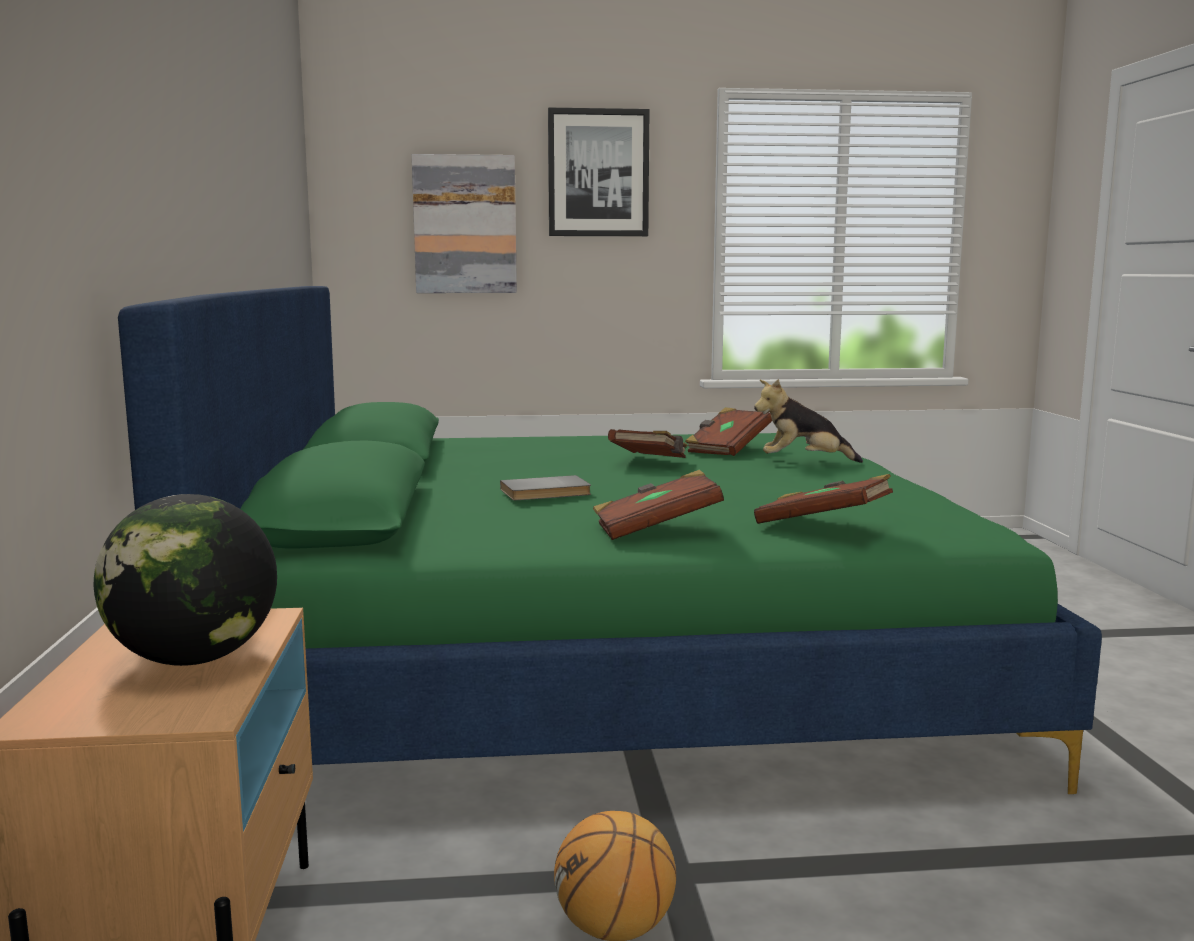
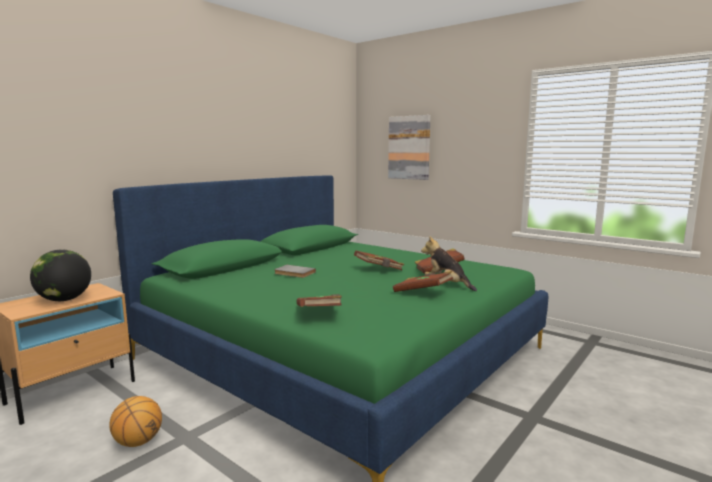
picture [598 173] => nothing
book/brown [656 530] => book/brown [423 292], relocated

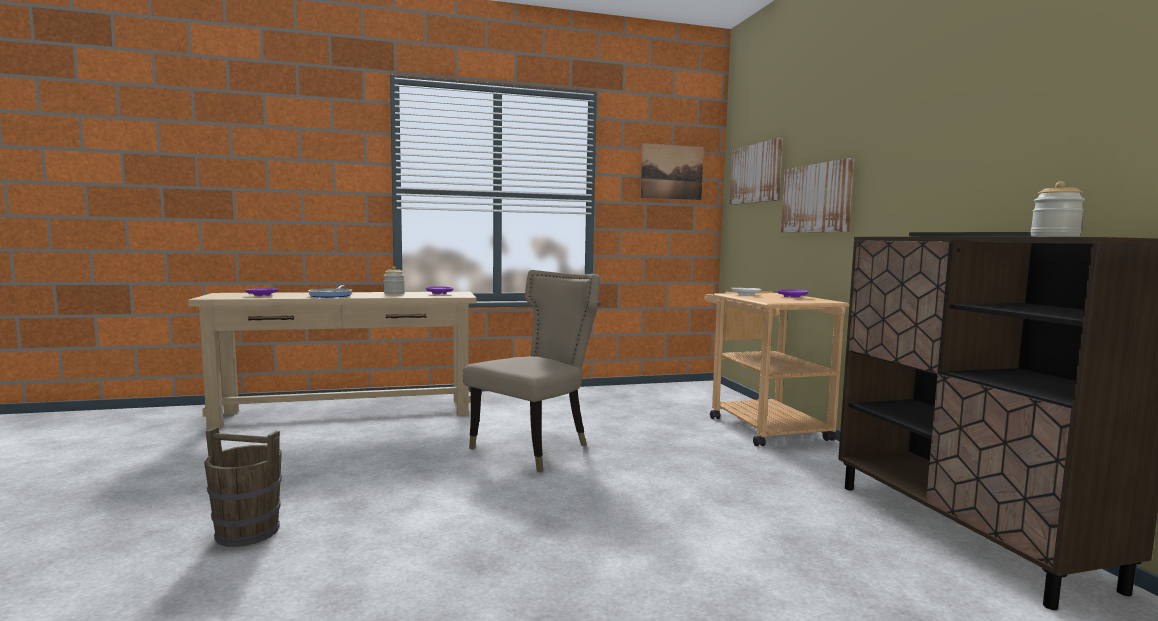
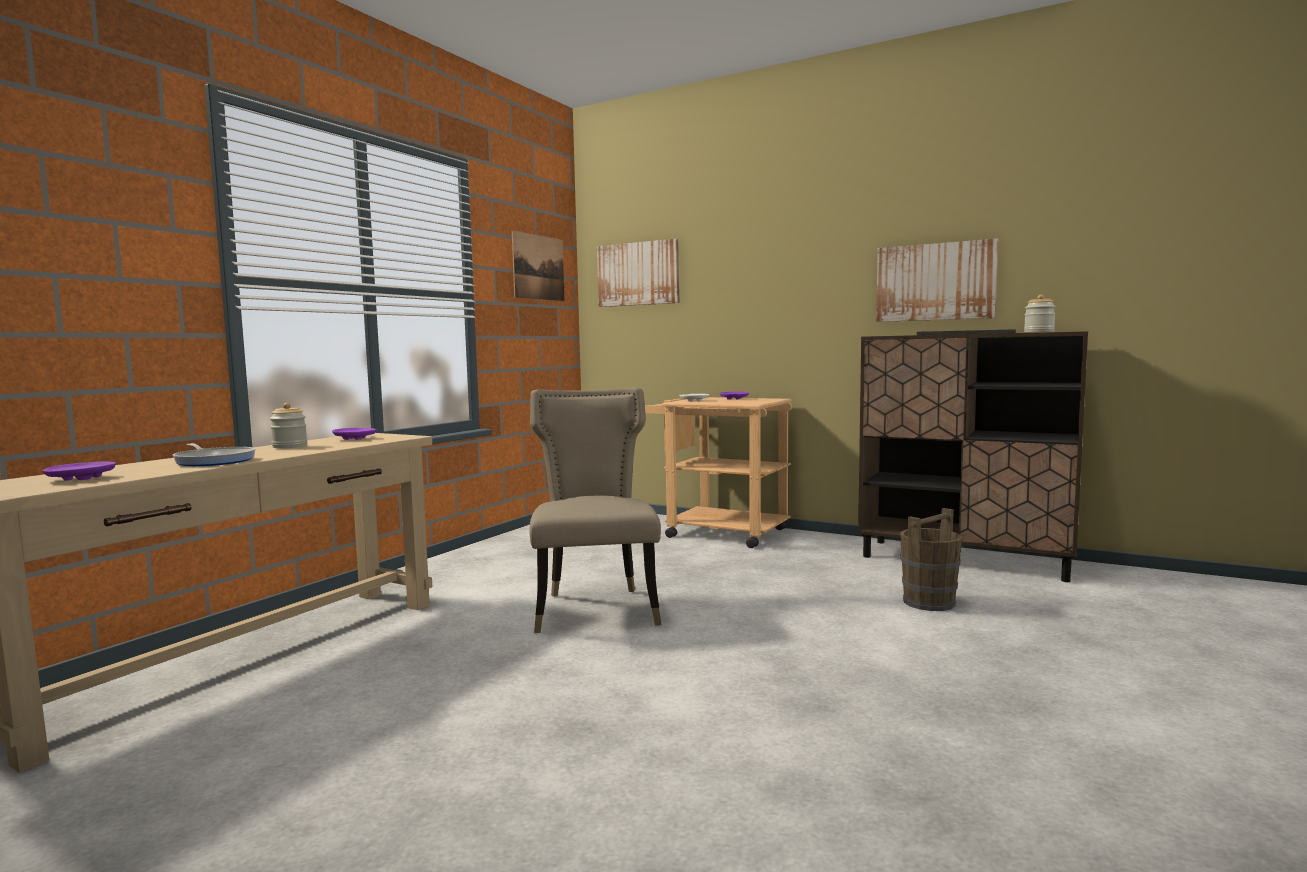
bucket/brown [247 532] => bucket/brown [928 602], relocated
picture [817 198] => picture [935 282], relocated

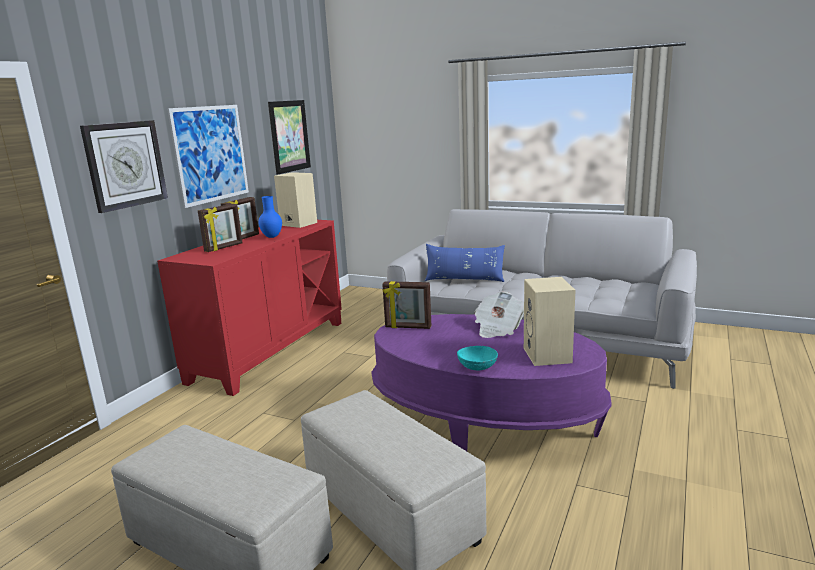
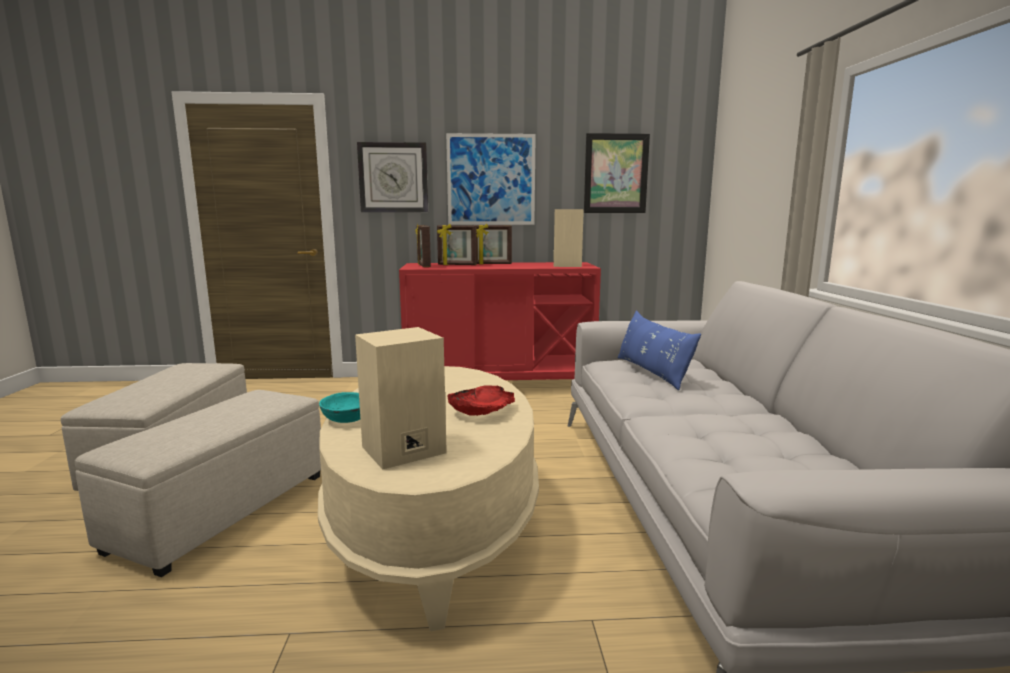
vase/blue [272 237] => nothing
picture frame [408 327] => picture frame [423 266], relocated
newspaper [498 328] => bowl/red [482 411]
coffee table/purple [484 419] => coffee table/beige [434 521]

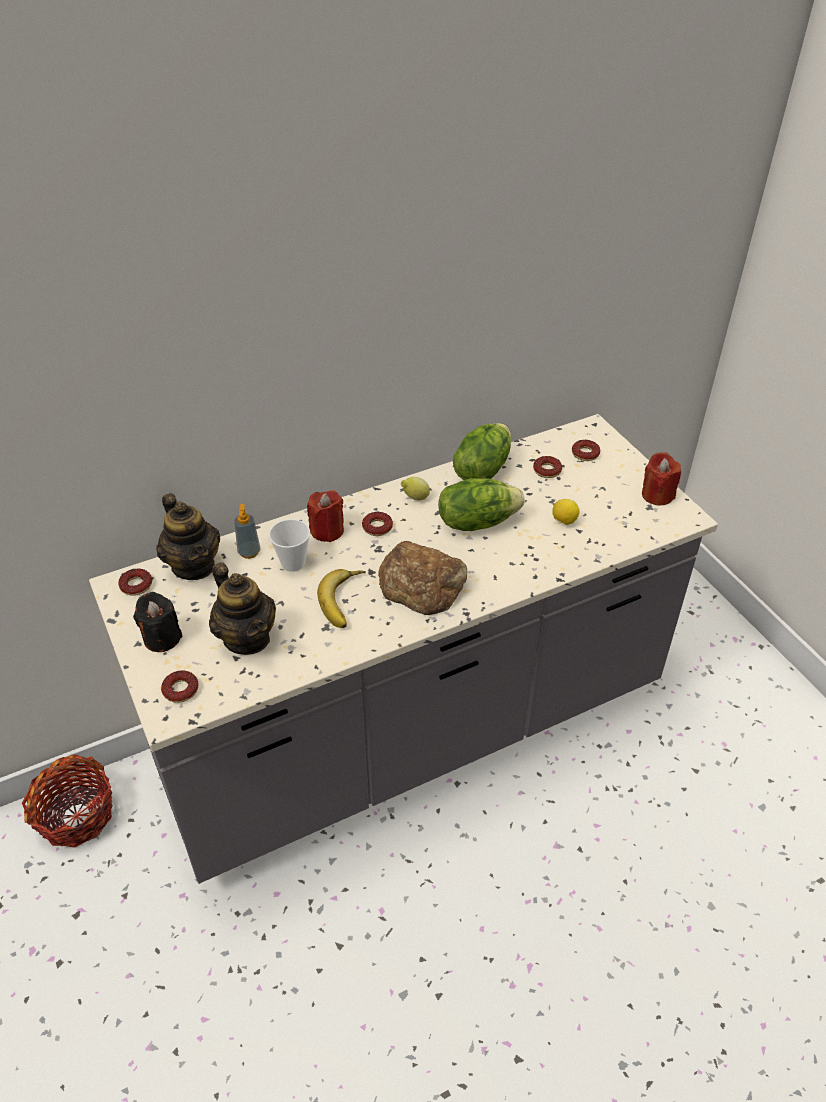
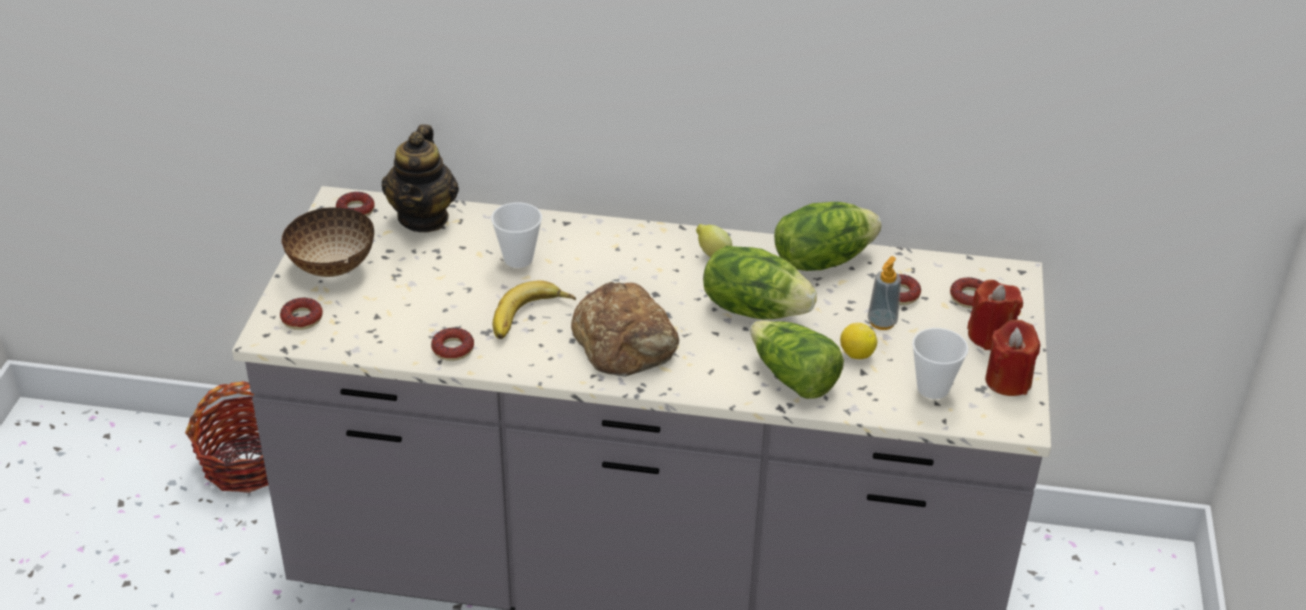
teapot [247 638] => nothing
nothing => lettuce [793 378]
nothing => cup [933 388]
soap dispenser [249 552] => soap dispenser [882 322], relocated
candle/red [327 531] => candle/red [990 336], relocated
donut [377 527] => donut [453 349], relocated
candle/black [162 638] => bowl [331 267]

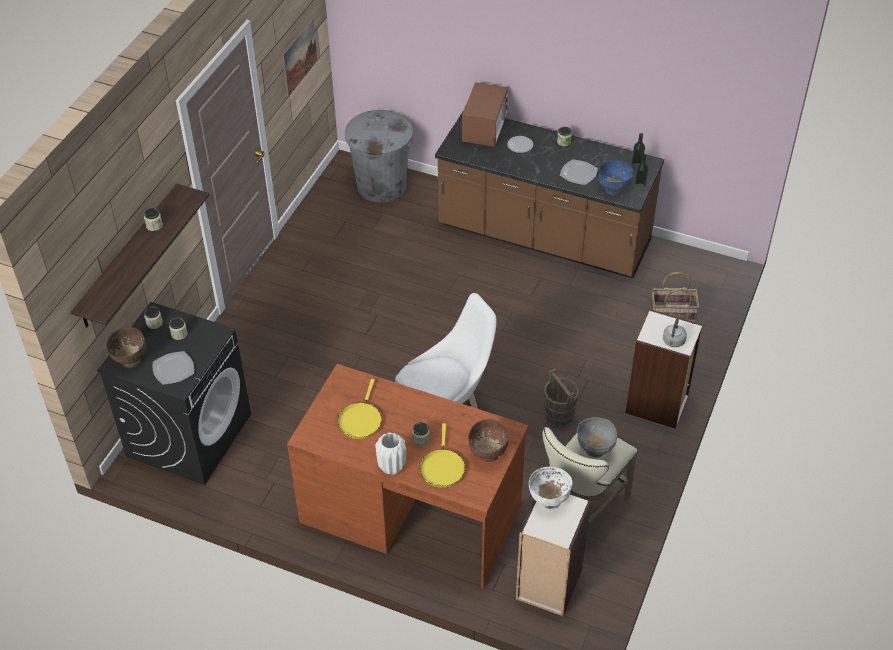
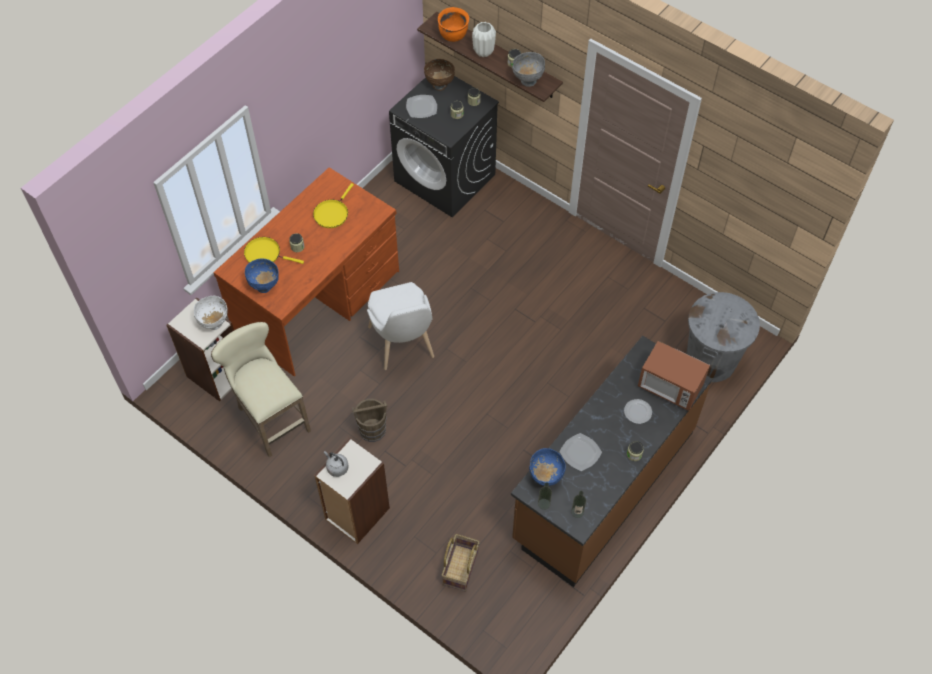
picture [299 57] => nothing
nothing => cooking pot/orange [453 35]
vase/white [391 467] => vase/white [484 52], relocated
bowl/grey [595 450] => bowl/grey [528 80], relocated
bowl/brown [488 454] => bowl/blue [265 286]
frying pan/yellow [360 420] => frying pan/yellow [332 213], 90 degrees counterclockwise

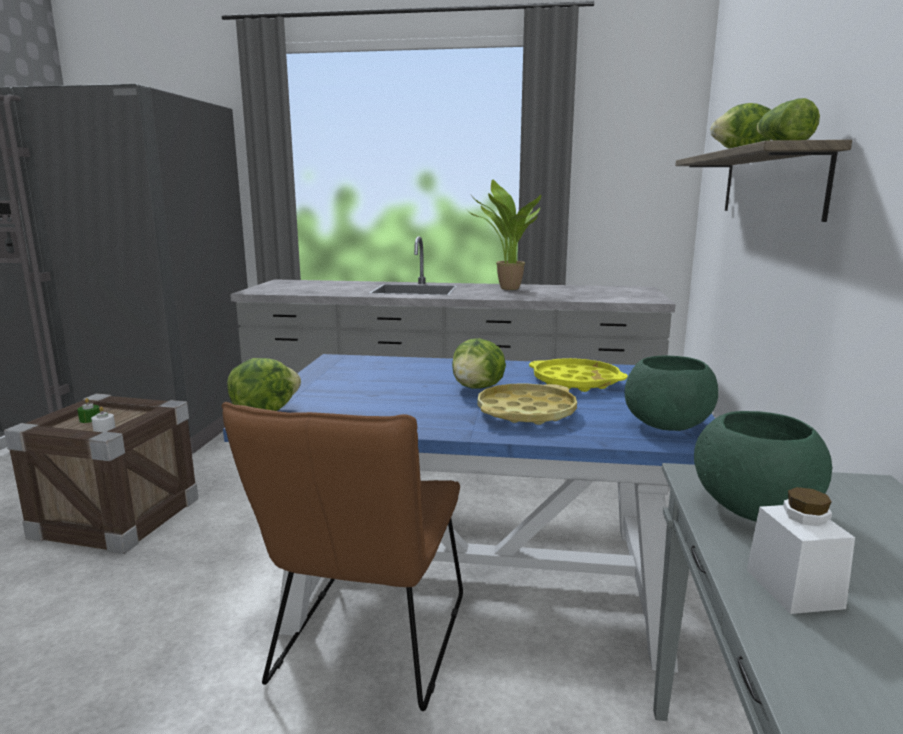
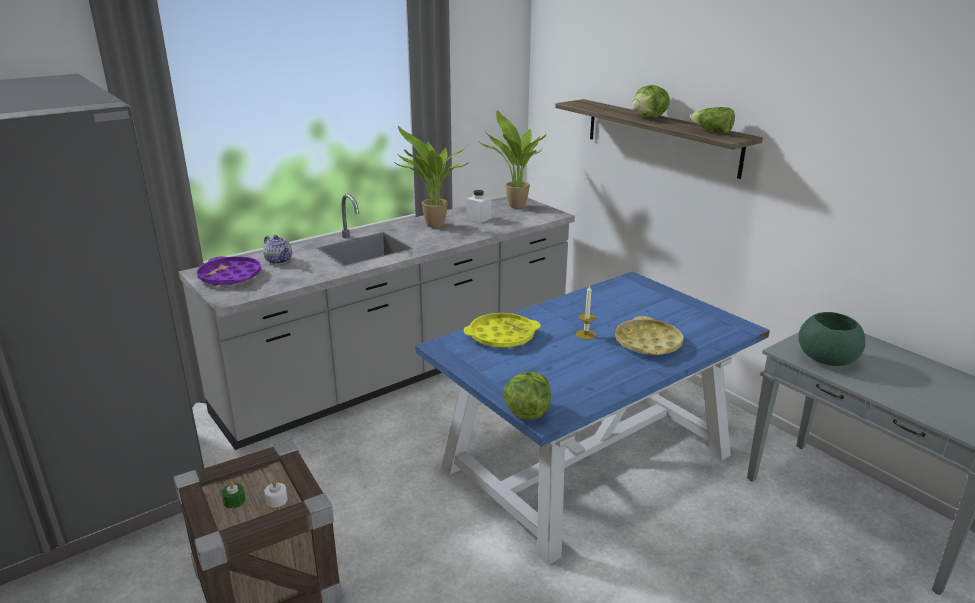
chair/brown [366 647] => nothing
bowl/green [666 425] => nothing
nothing => tray/purple [230 276]
nothing => teapot [279 260]
nothing => potted plant [514 206]
tray/yellow [576 381] => tray/yellow [502 336], relocated
jar/white [793 588] => jar/white [478 218], relocated
lettuce [478 388] => candle [586 334]

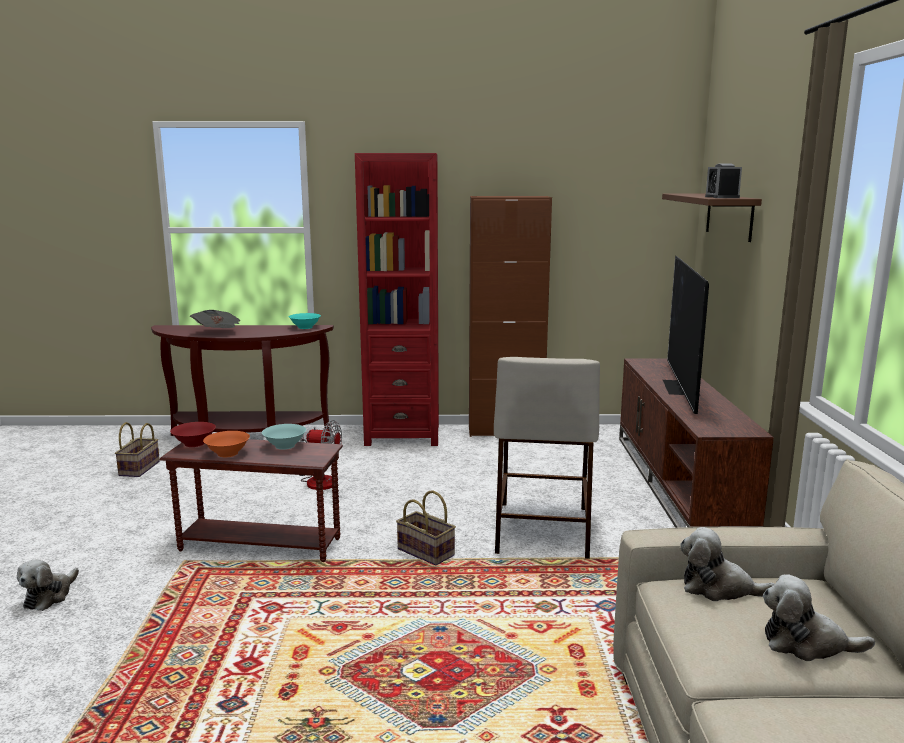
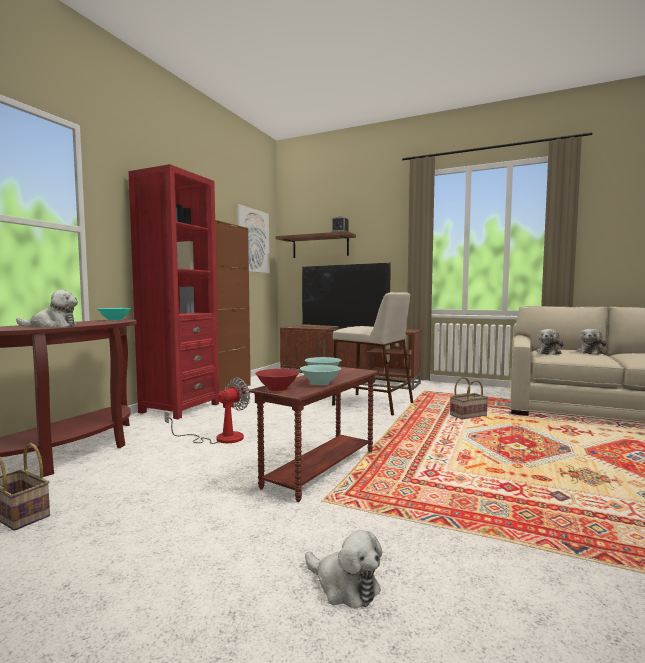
nothing => picture [253 240]
basket [427 552] => basket [468 415], relocated
newspaper [218 333] => plush toy [52 326]
bowl/orange [227 454] => bowl/turquoise [321 383]

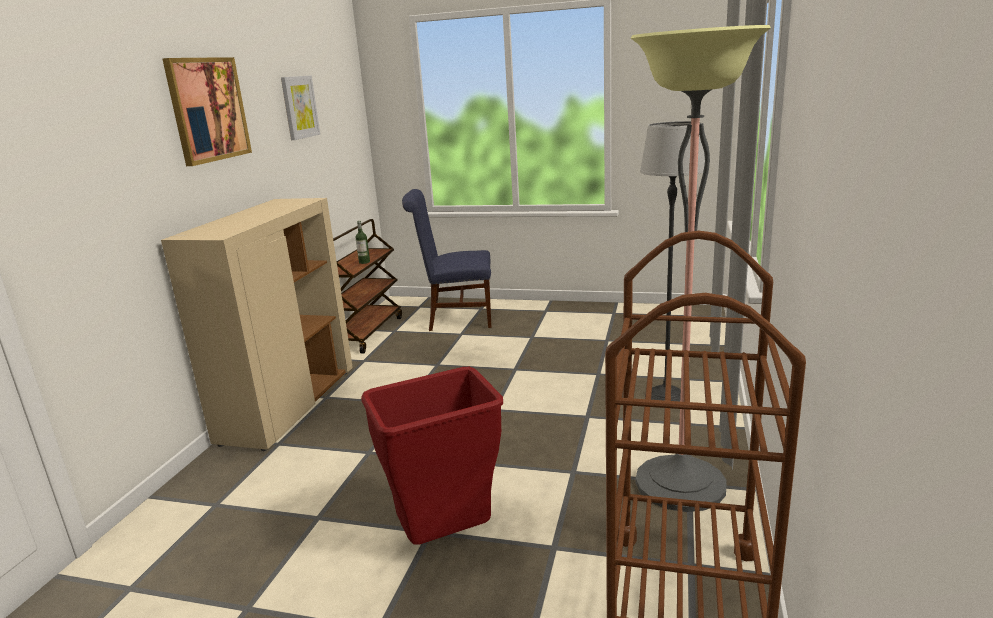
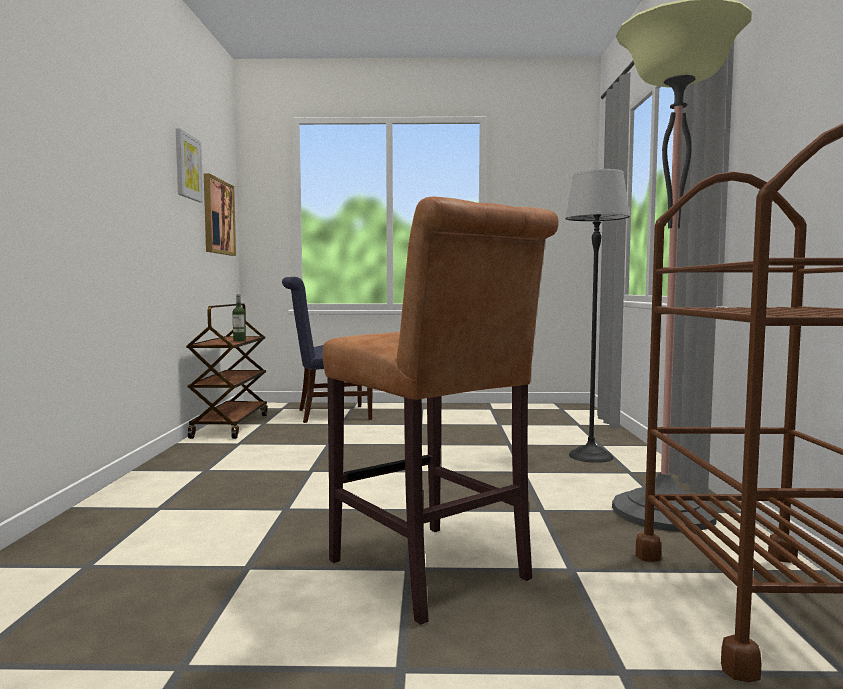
cabinet/beige [289 405] => nothing
picture [208 109] => picture [218 217], relocated
trash can/red [445 541] => stool/brown [434 574]

